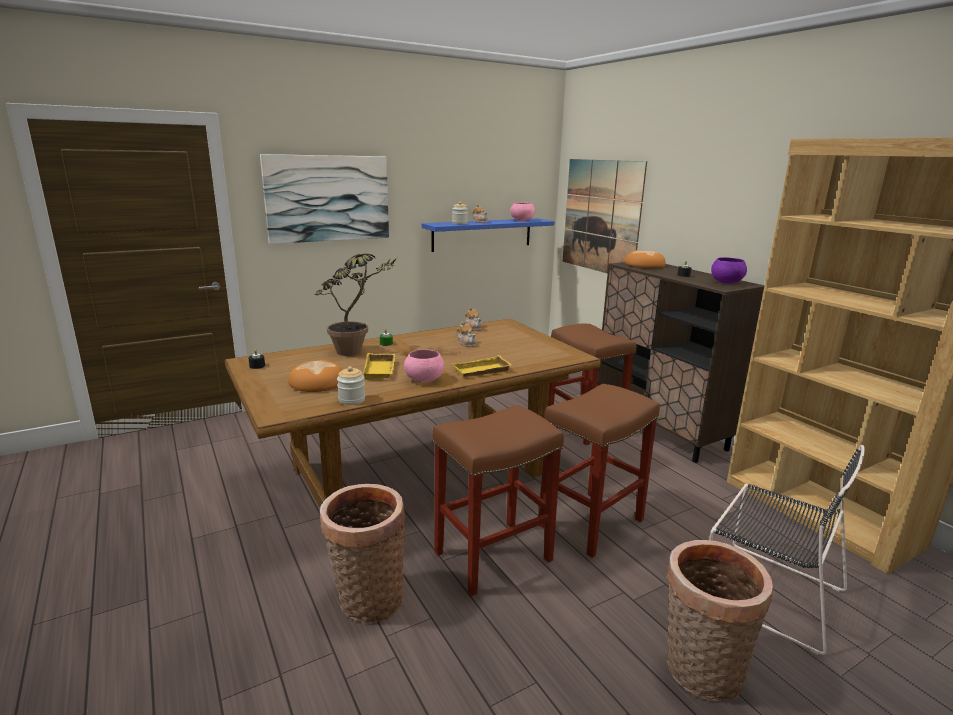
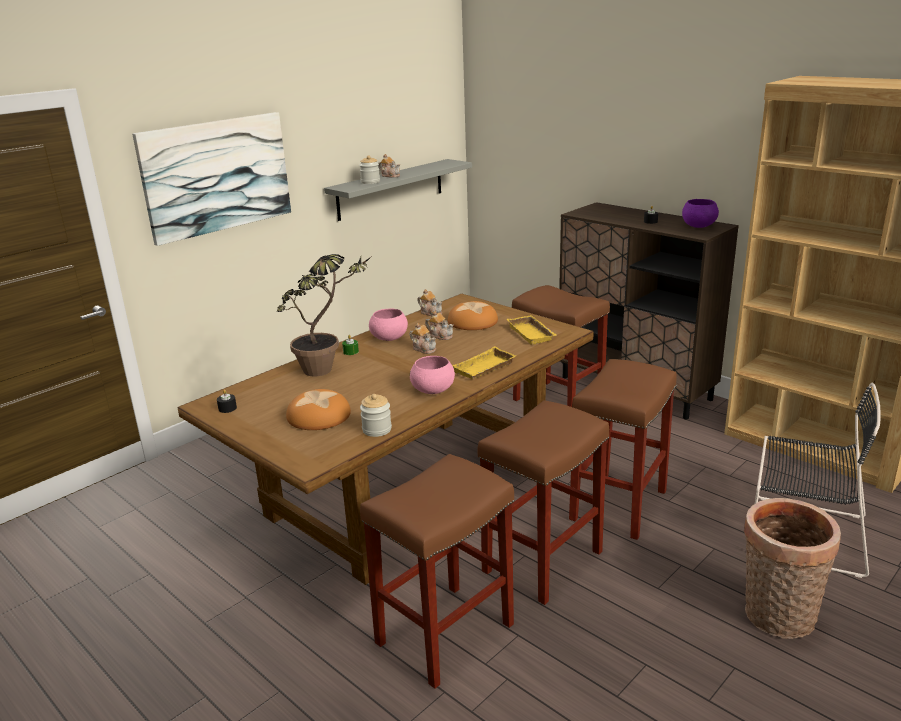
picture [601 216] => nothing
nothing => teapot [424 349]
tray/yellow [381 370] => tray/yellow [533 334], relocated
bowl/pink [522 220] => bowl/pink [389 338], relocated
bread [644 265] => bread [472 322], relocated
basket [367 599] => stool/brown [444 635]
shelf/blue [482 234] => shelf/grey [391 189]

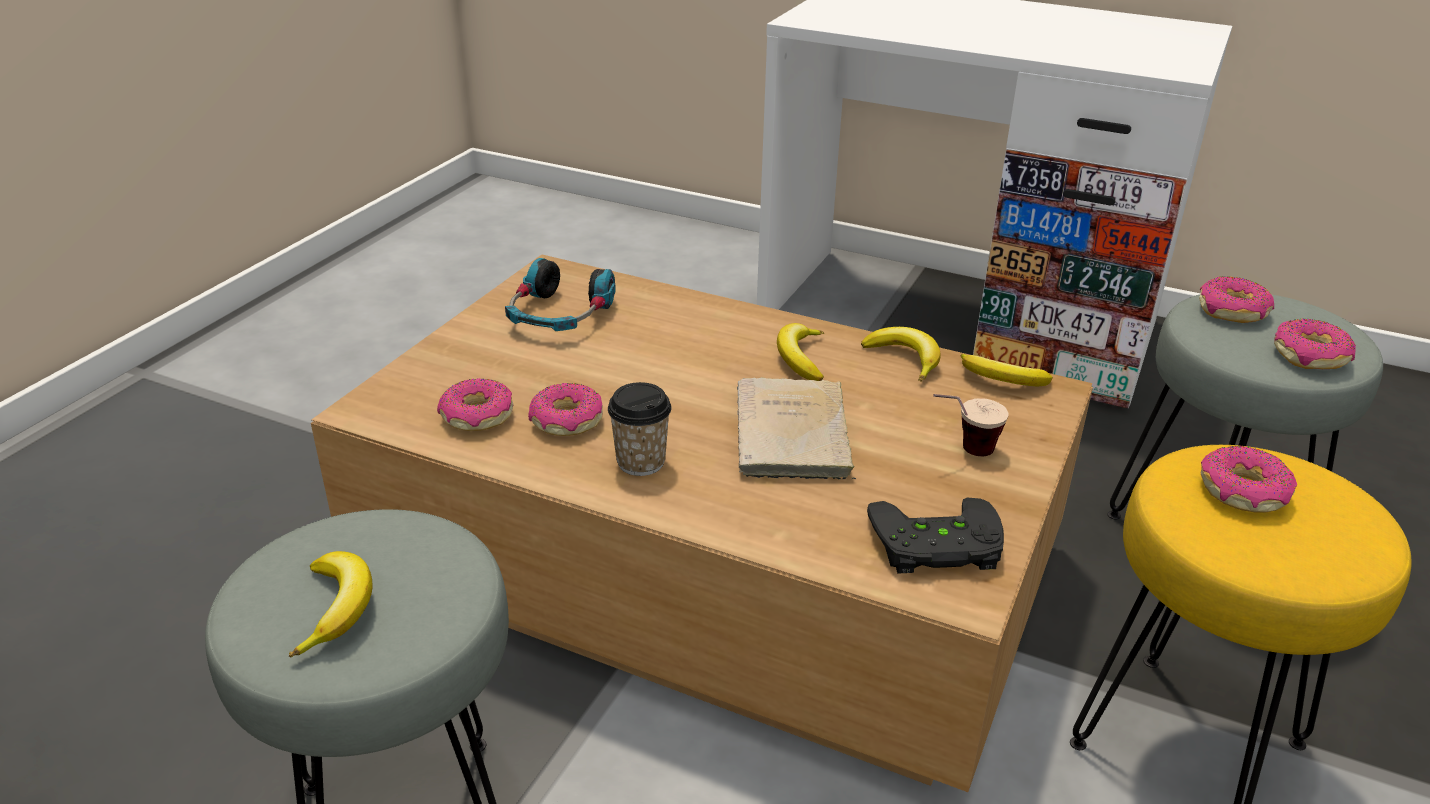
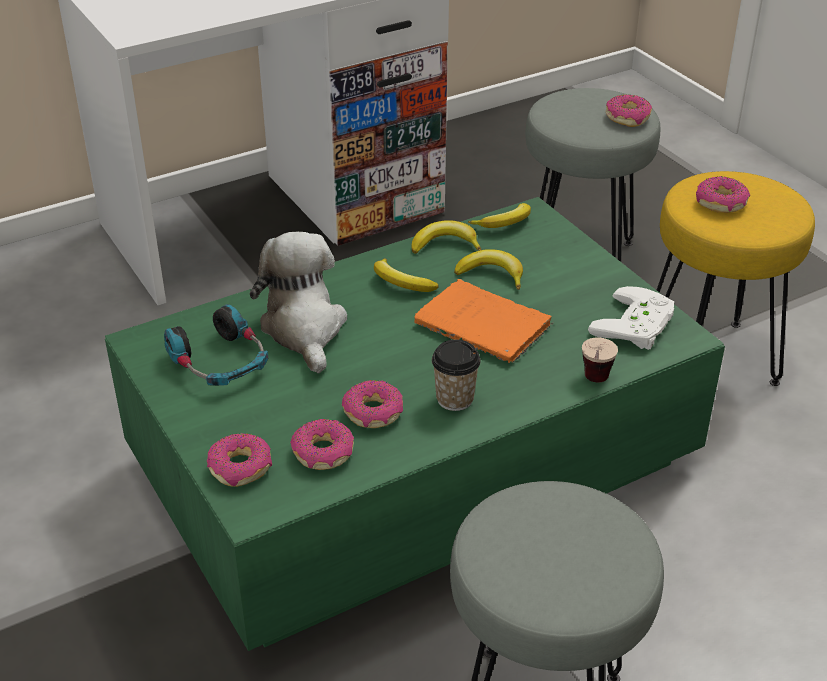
nothing => plush toy [304 329]
banana [337 608] => banana [492 274], relocated
cup [961 452] => cup [594 384], relocated
donut [1232 311] => donut [241 467], relocated
coffee table/brown [709 562] => coffee table/green [411 462]
book/beige [792 436] => book/orange [486 326]
game controller/black [936 548] => game controller/white [638 326]

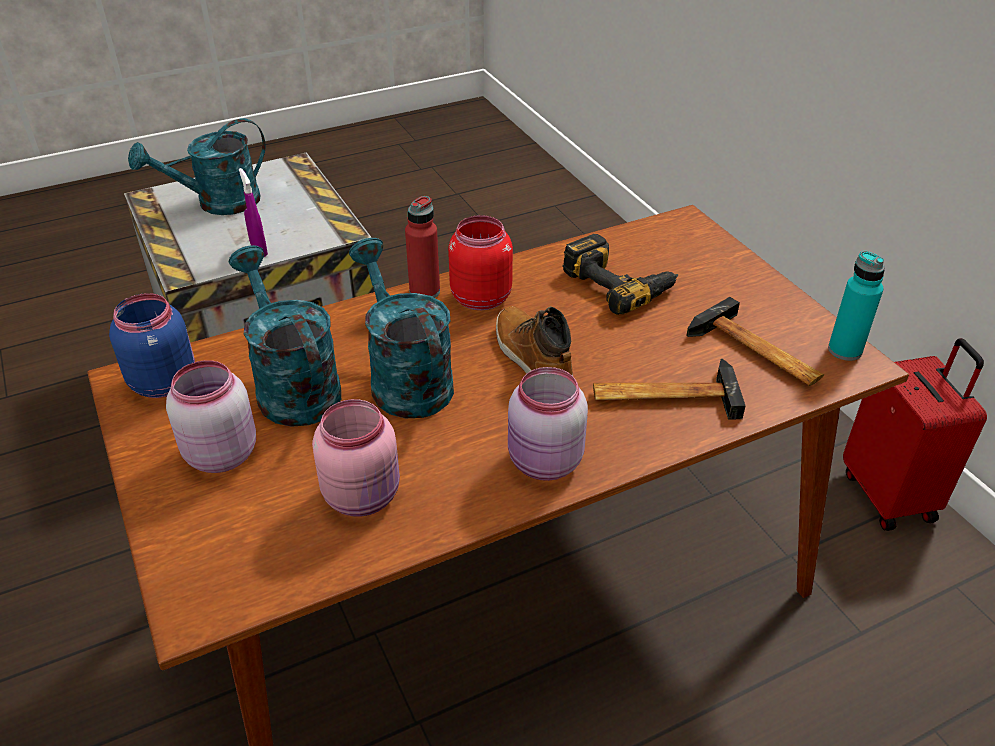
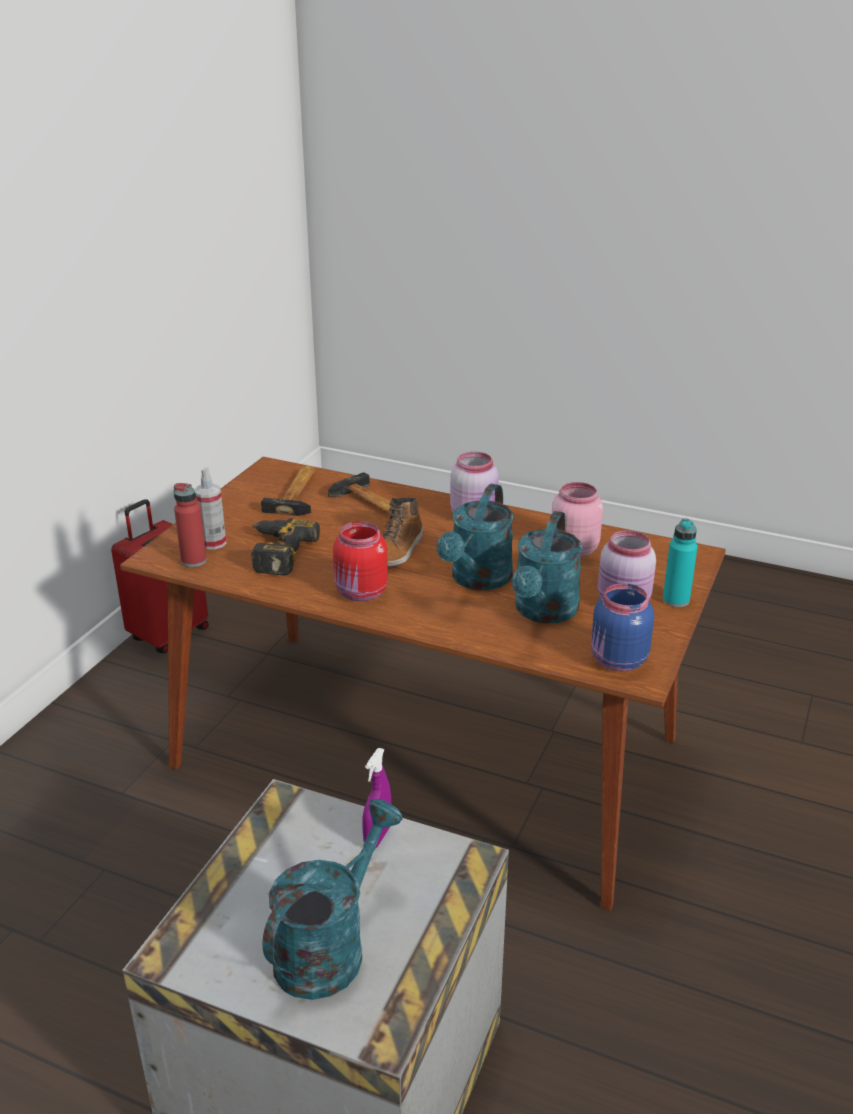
nothing => spray bottle [213 543]
bottle/red [424 291] => bottle/red [194 561], relocated
bottle/turquoise [844 350] => bottle/turquoise [676 600], relocated
watering can/turquoise [218 204] => watering can/turquoise [329 946], 75 degrees counterclockwise

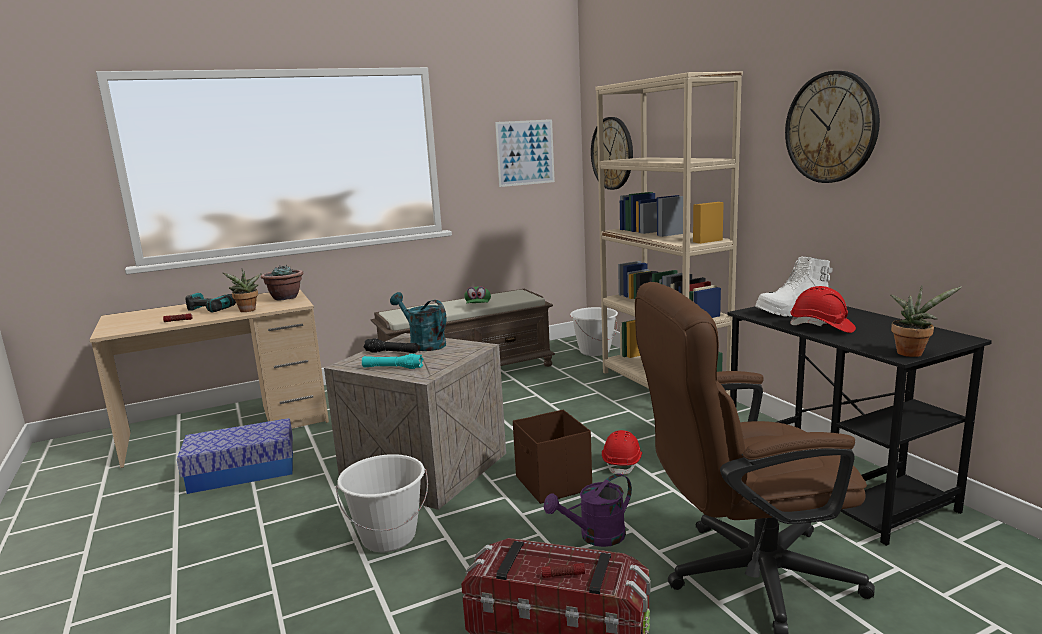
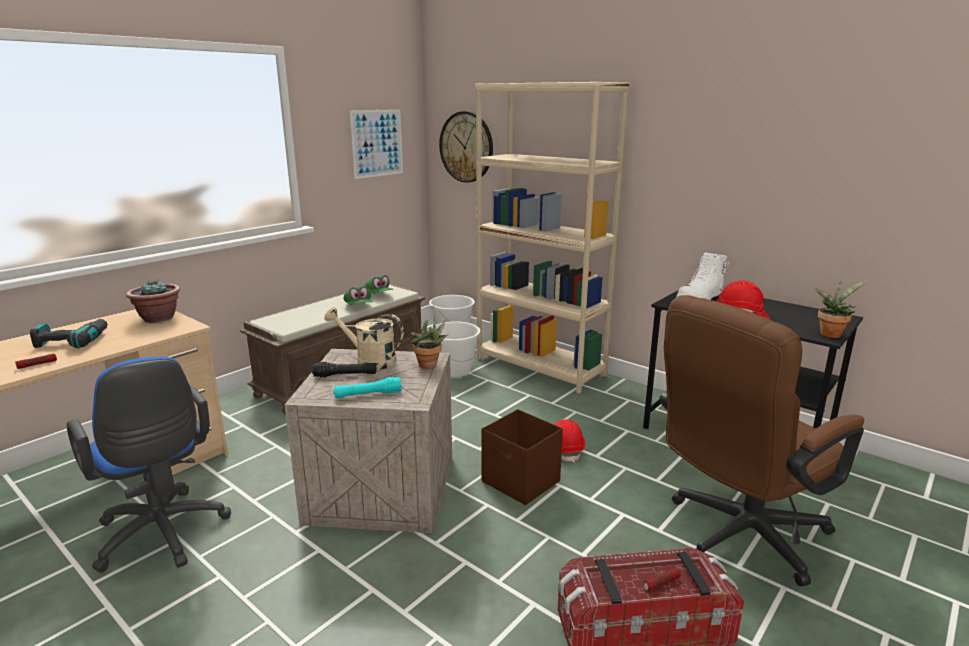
watering can/purple [595 537] => nothing
wall clock [831 127] => nothing
nothing => cap/green [378 295]
potted plant [247 311] => potted plant [429 366], relocated
bucket/white [389 537] => bucket/white [455 370], relocated
storage box [242 472] => office chair/blue [163 536]
watering can/turquoise [423 344] => watering can/beige [369 361]

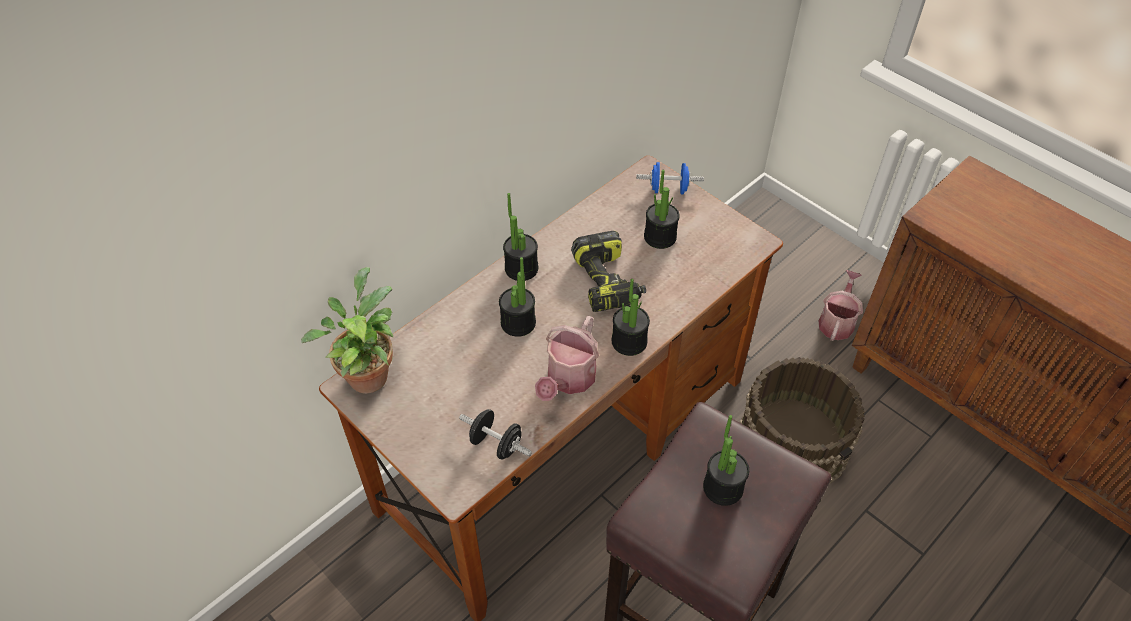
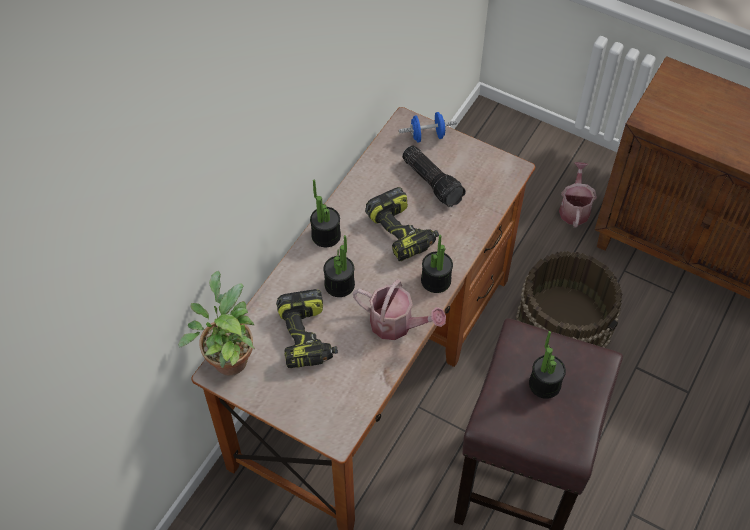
dumbbell/black [496 444] => nothing
nothing => power drill [307 337]
potted plant [660 237] => flashlight [433 182]
watering can [568 380] => watering can [397 324], 75 degrees counterclockwise

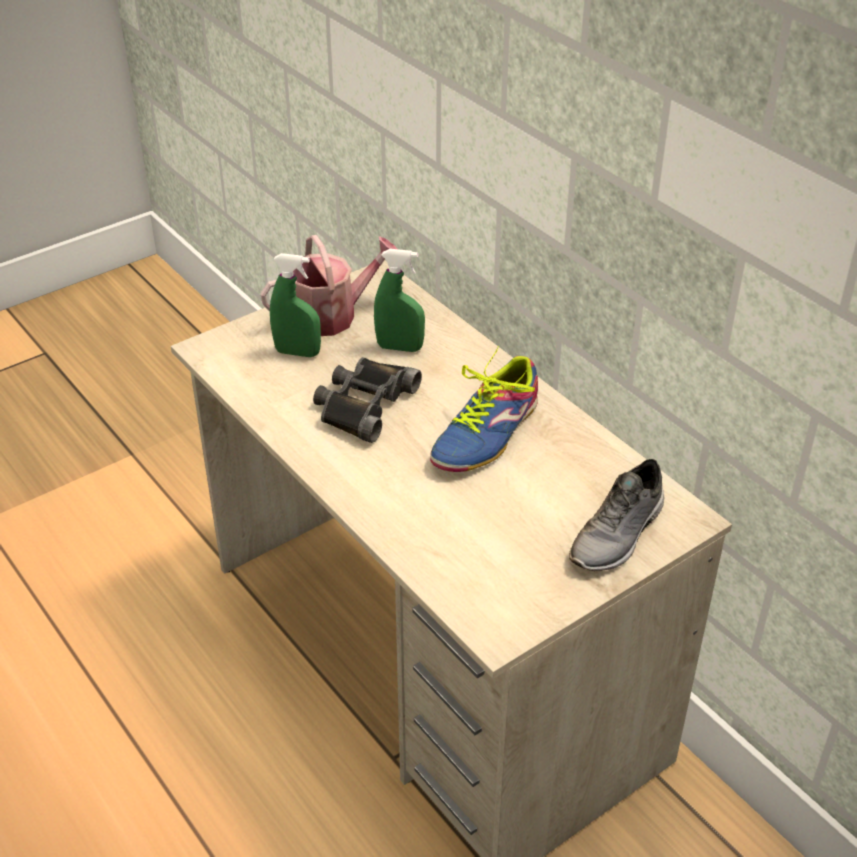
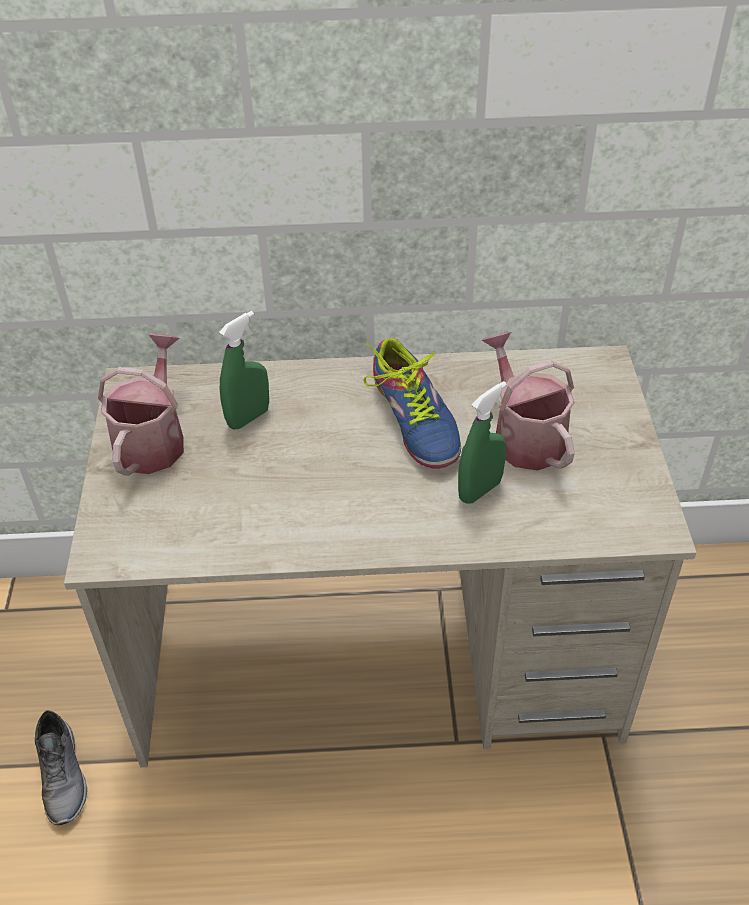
binoculars/black [363 404] => nothing
nothing => watering can [524 436]
spray bottle/green [297 352] => spray bottle/green [480 490], relocated
shoe/grey [619 535] => shoe/grey [64 775], relocated

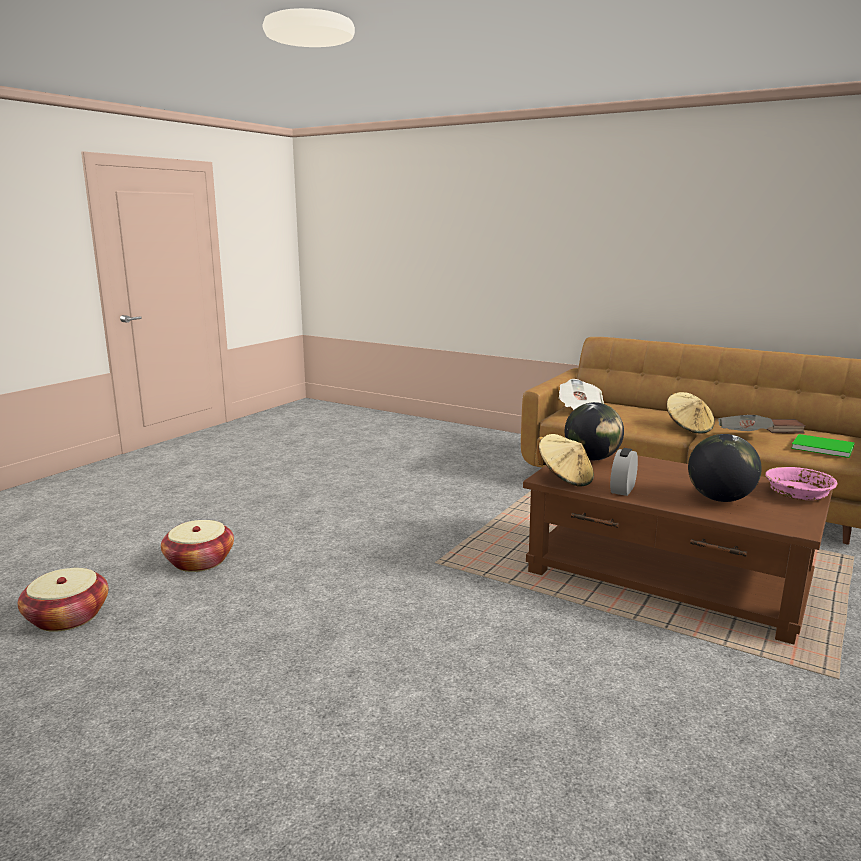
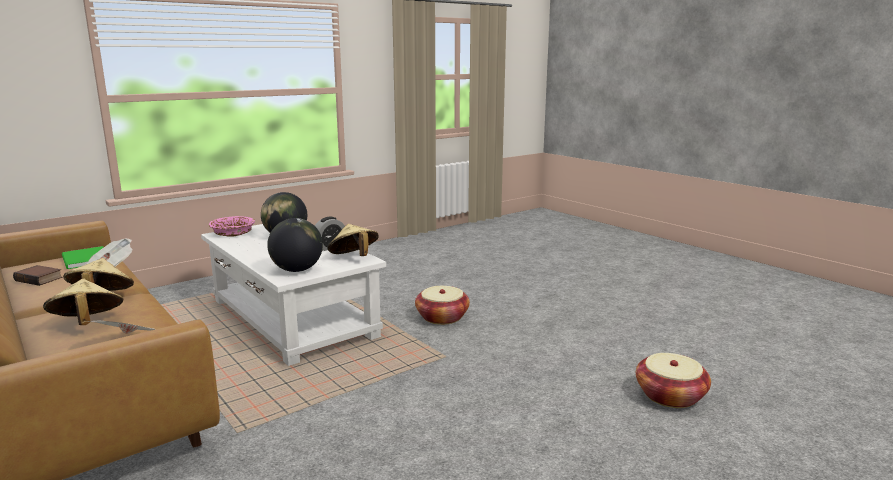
nothing => hat/beige [87 324]
basket [68 617] => basket [442 317], relocated
coffee table/brown [666 579] => coffee table/white [292 318]

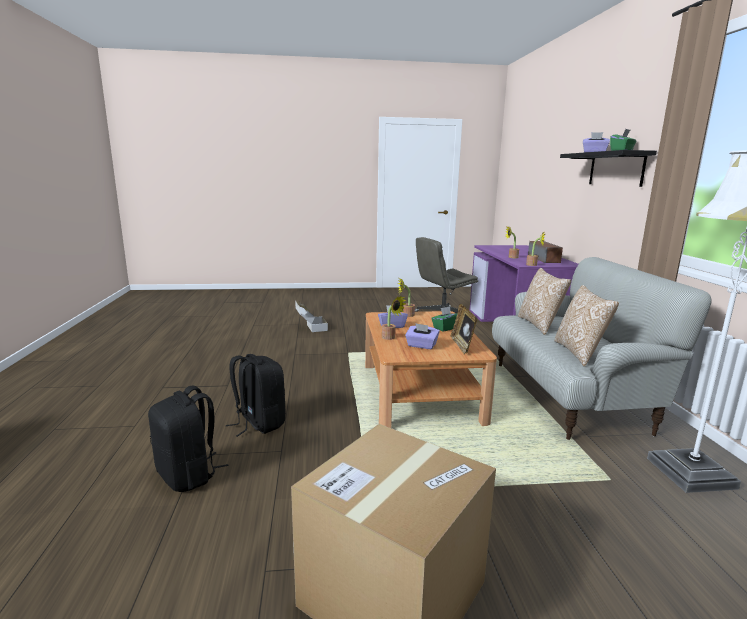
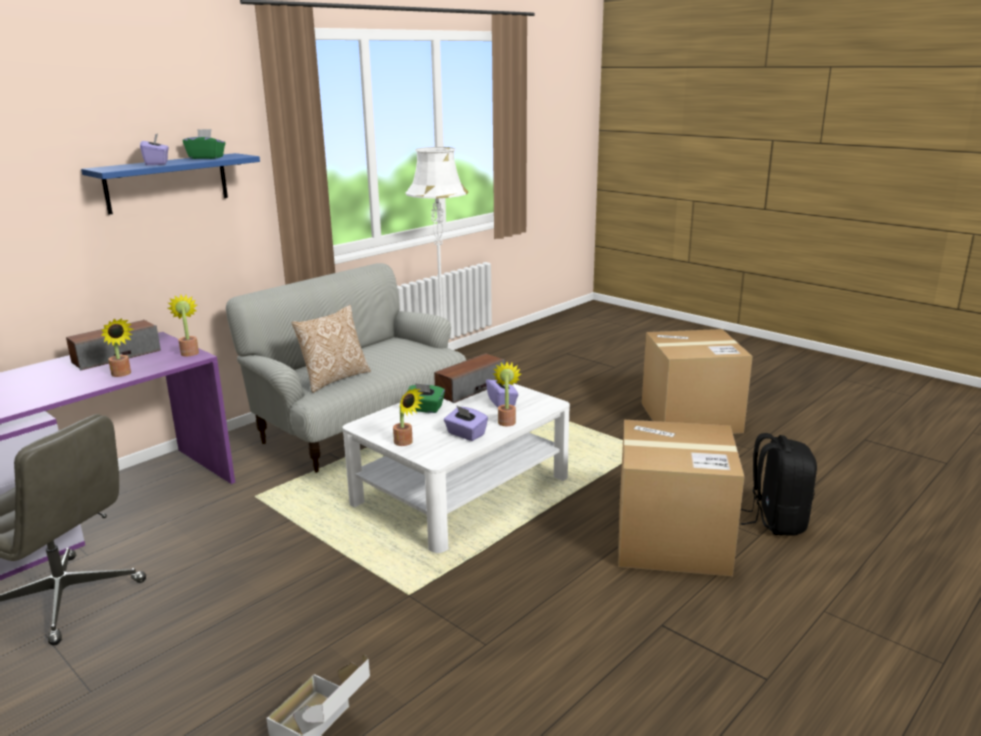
pillow [579 353] => nothing
backpack/black [258 423] => cardboard box [672 540]
picture frame [462 346] => speaker [470 388]
coffee table/brown [420 392] => coffee table/white [461 490]
shelf/black [616 169] => shelf/blue [167 183]

